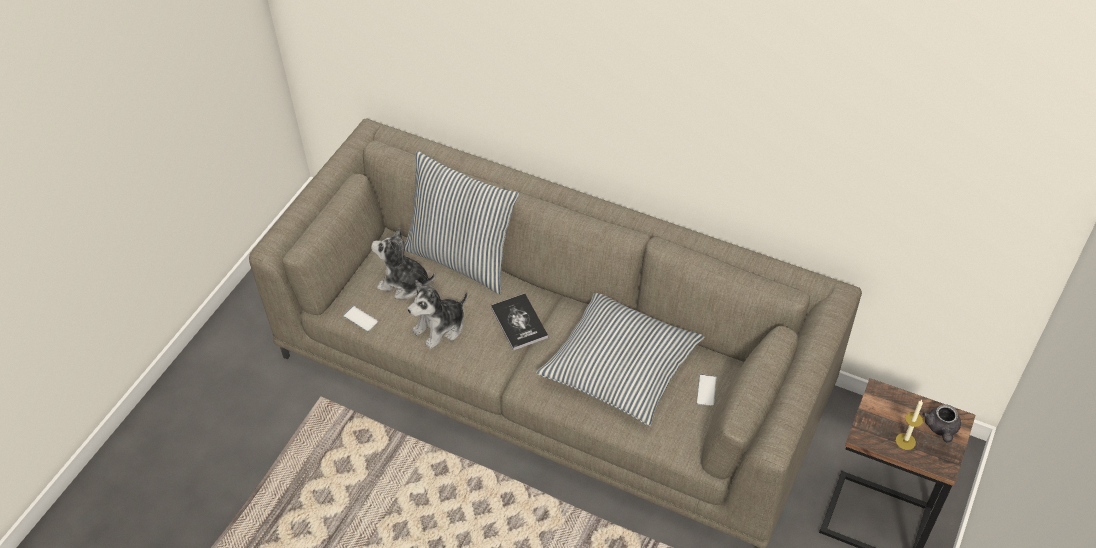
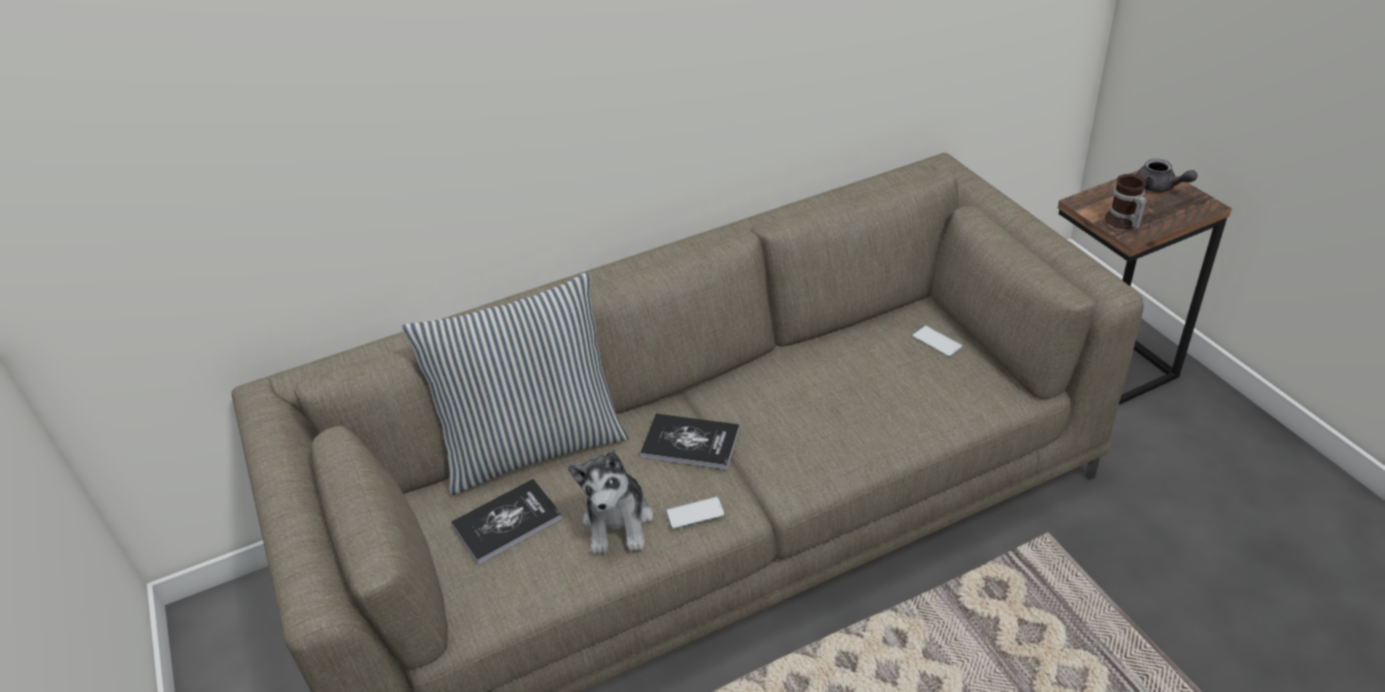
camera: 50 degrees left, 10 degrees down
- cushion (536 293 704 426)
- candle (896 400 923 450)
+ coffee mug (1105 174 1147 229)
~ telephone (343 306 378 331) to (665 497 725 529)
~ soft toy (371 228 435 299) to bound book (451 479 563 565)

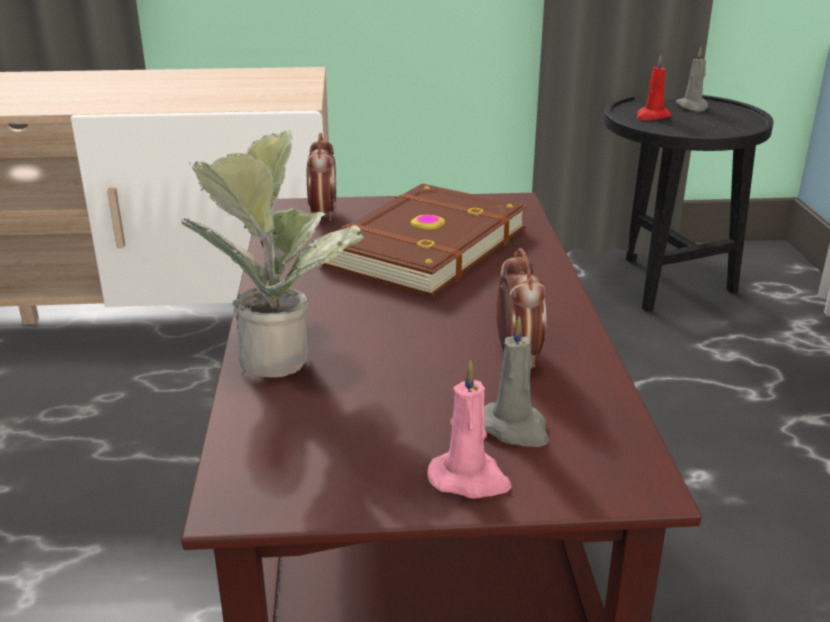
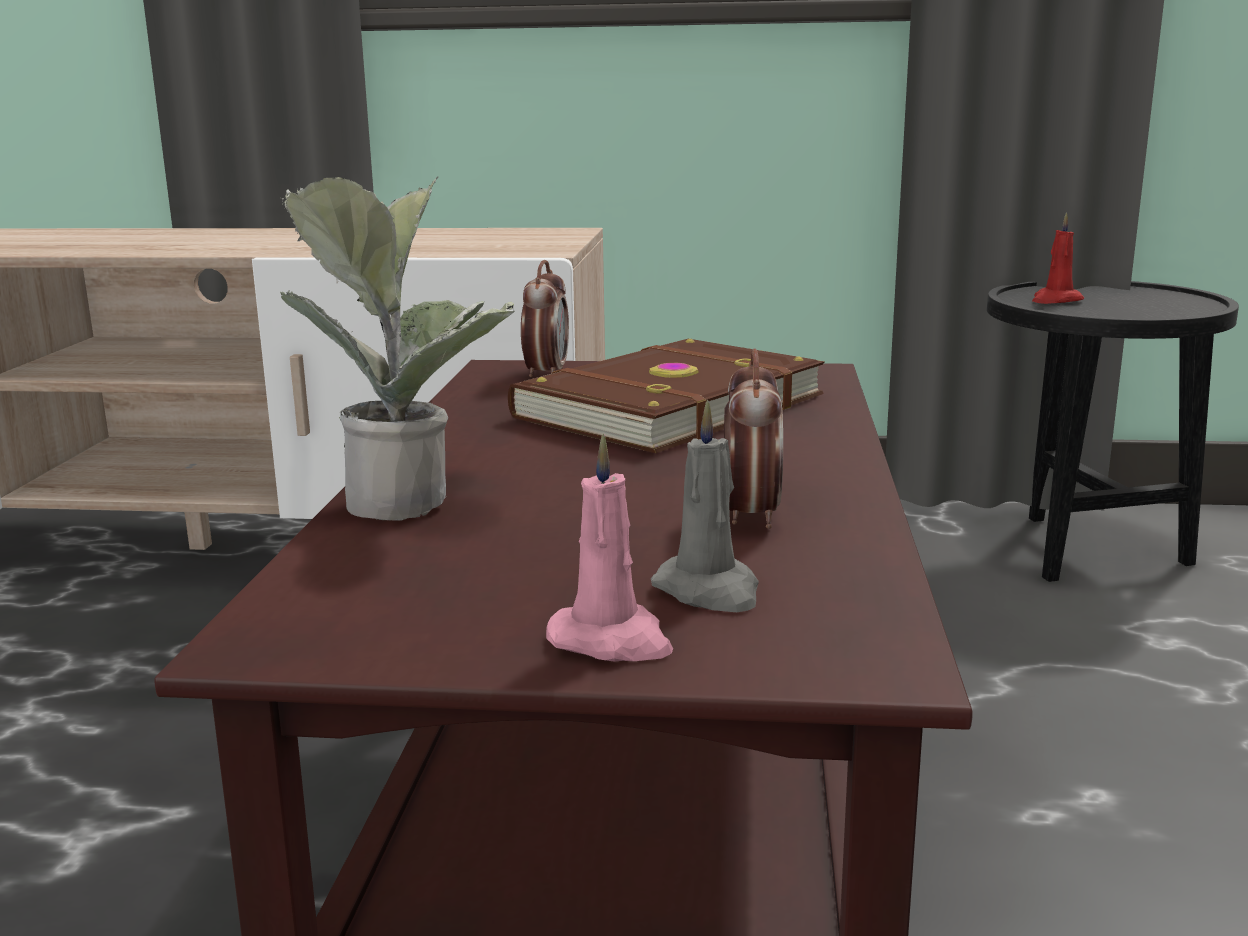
camera: 10 degrees right, 10 degrees down
- candle (greyish) (676 47 708 111)

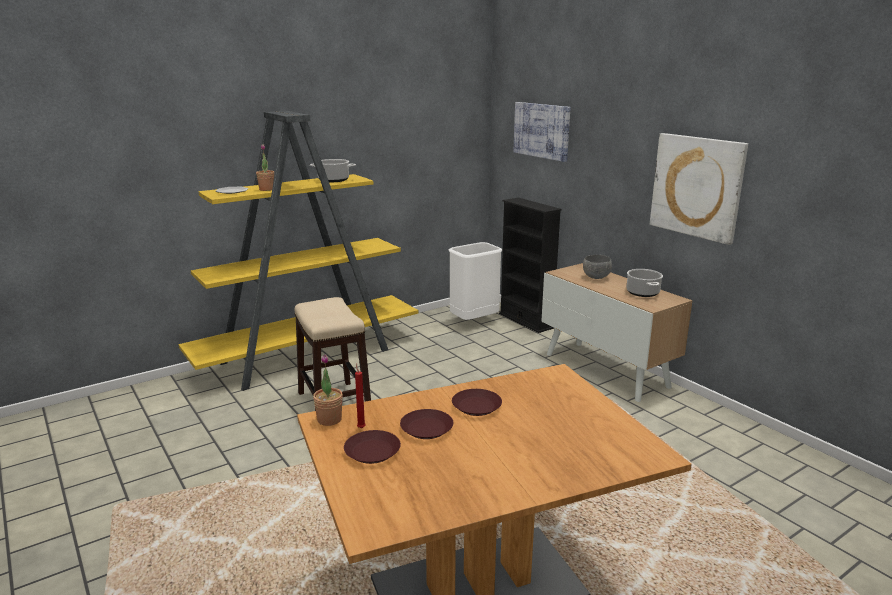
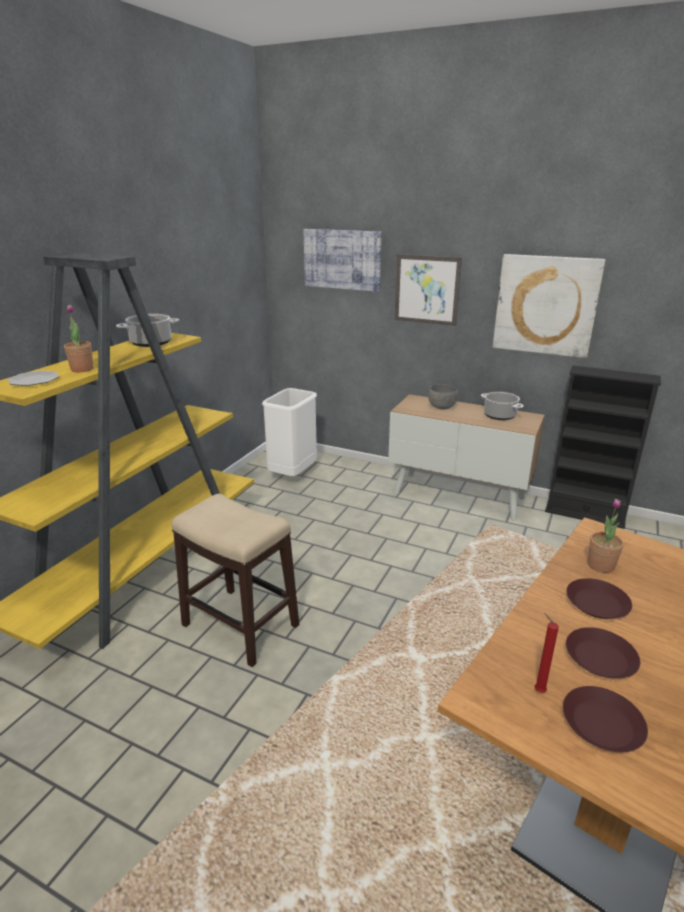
camera: 30 degrees left, 5 degrees up
+ wall picture (395 254 462 326)
~ potted plant (313 354 343 426) to (588 498 624 573)
~ bookcase (black) (499 198 561 333) to (545 366 661 529)

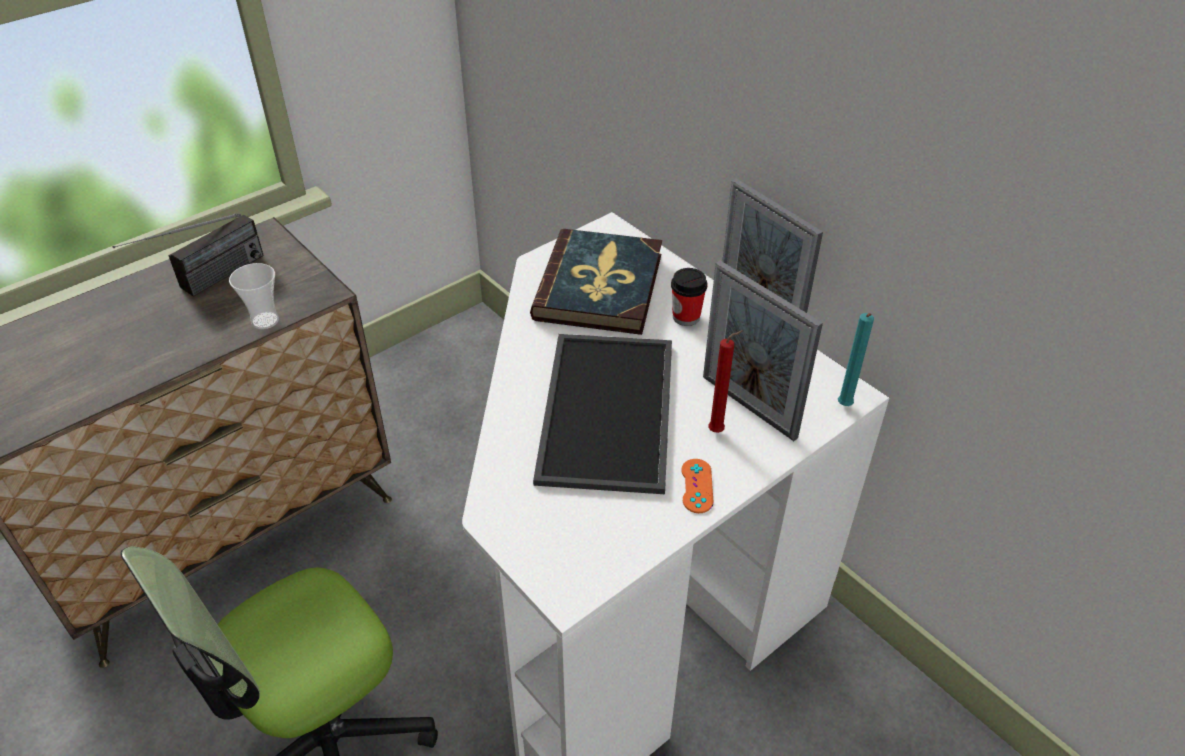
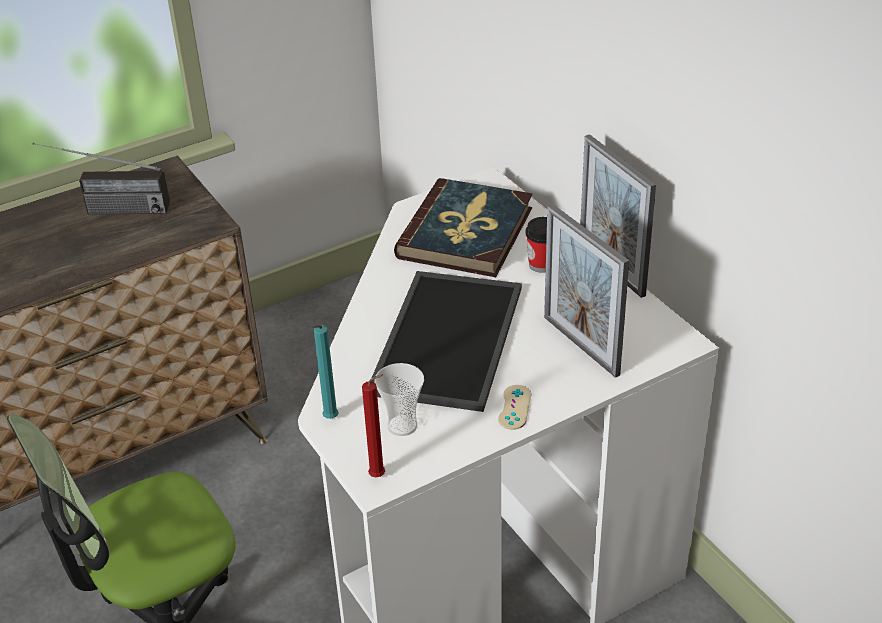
camera: 10 degrees right, 5 degrees down
~ small cup (229 263 279 329) to (374 363 424 436)
~ candle (red) (708 330 743 433) to (362 374 385 477)
~ candle (blue-green) (838 313 874 406) to (312 325 339 419)
~ joypad (orangey) (681 459 713 513) to joypad (sand-coloured) (498 385 531 430)
~ radio (113 213 263 296) = (33 143 170 215) 45 degrees clockwise

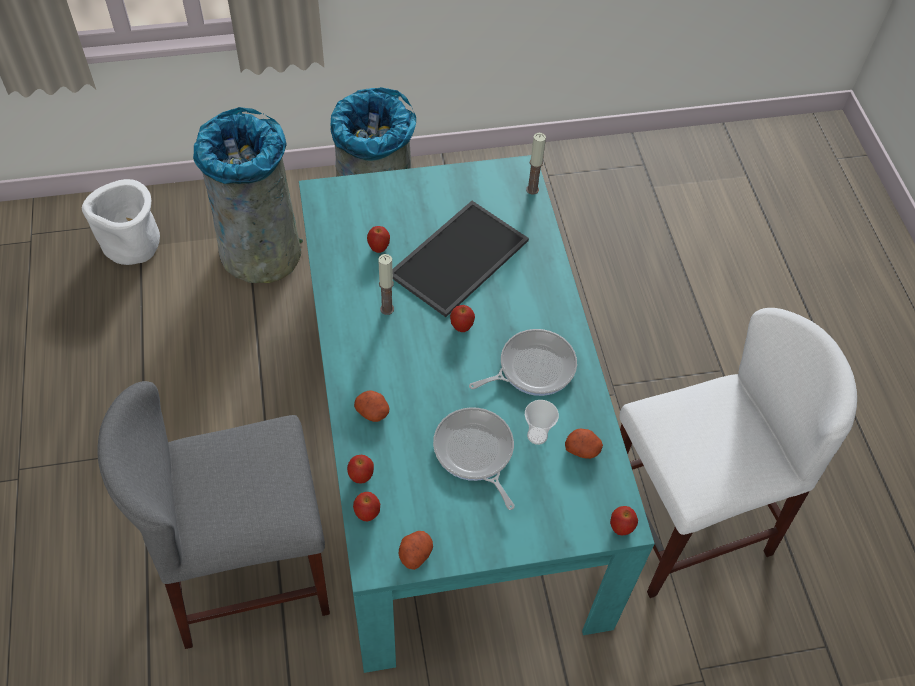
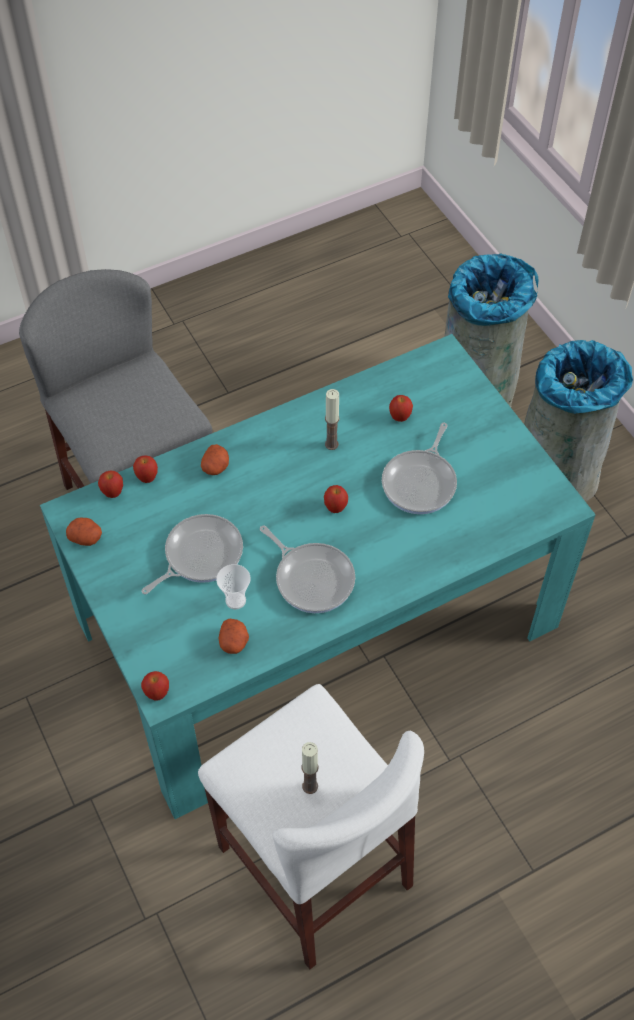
camera: 75 degrees right, 0 degrees up
- planter (white-coloured) (82 179 160 265)
~ candle (526 133 546 195) to (302 742 319 794)
~ serving tray (392 201 529 317) to frying pan (382 423 457 514)

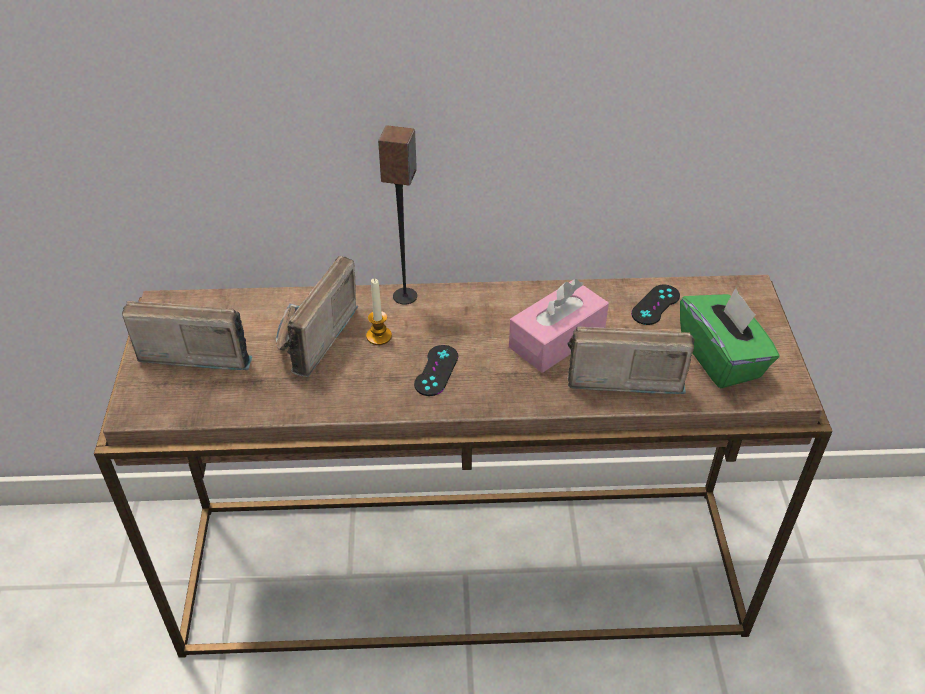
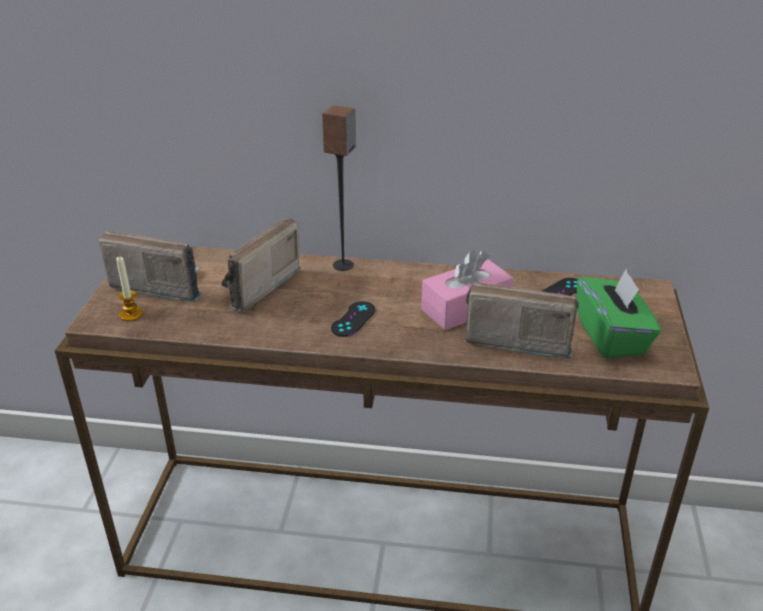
camera: 10 degrees right, 10 degrees down
~ candle (366 278 392 345) to (116 256 143 321)

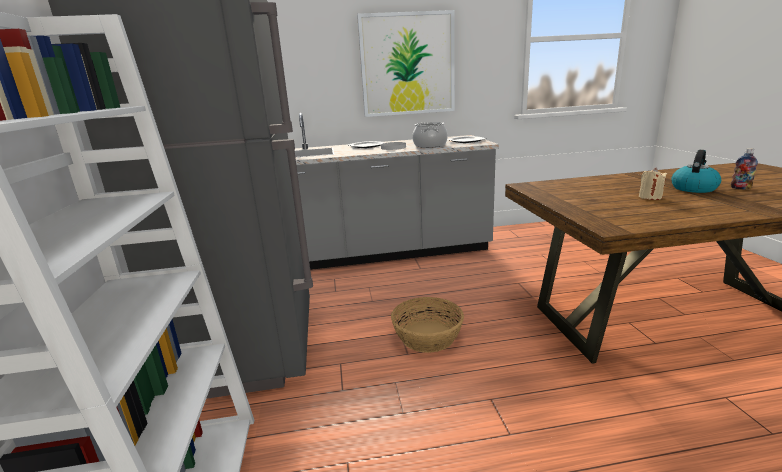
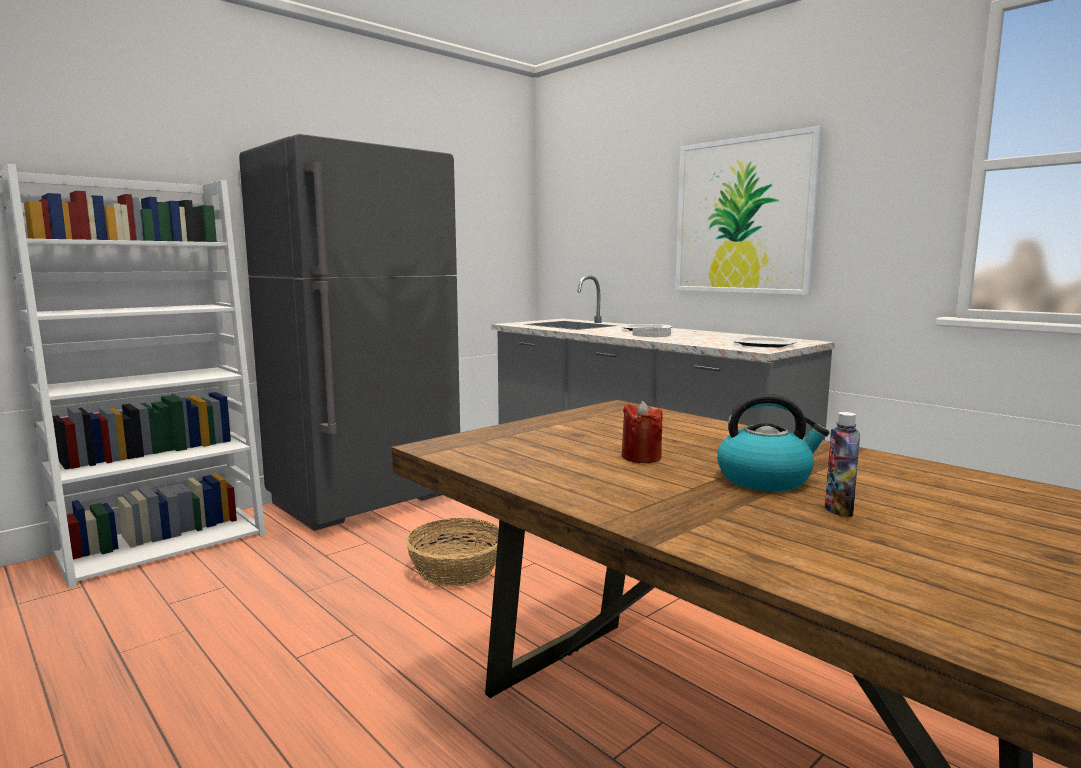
camera: 55 degrees right, 10 degrees down
- stockpot (412 122 448 148)
~ candle (sand-coloured) (639 168 667 200) to candle (red) (622 401 663 463)

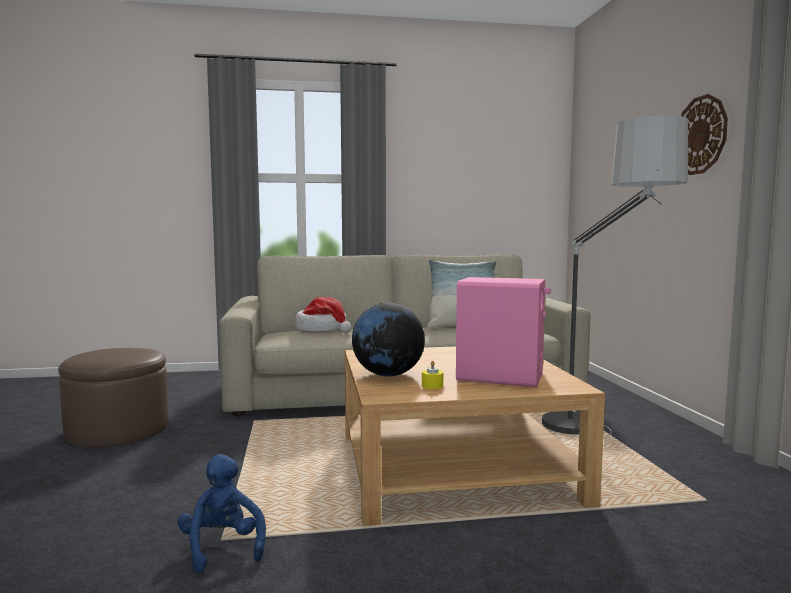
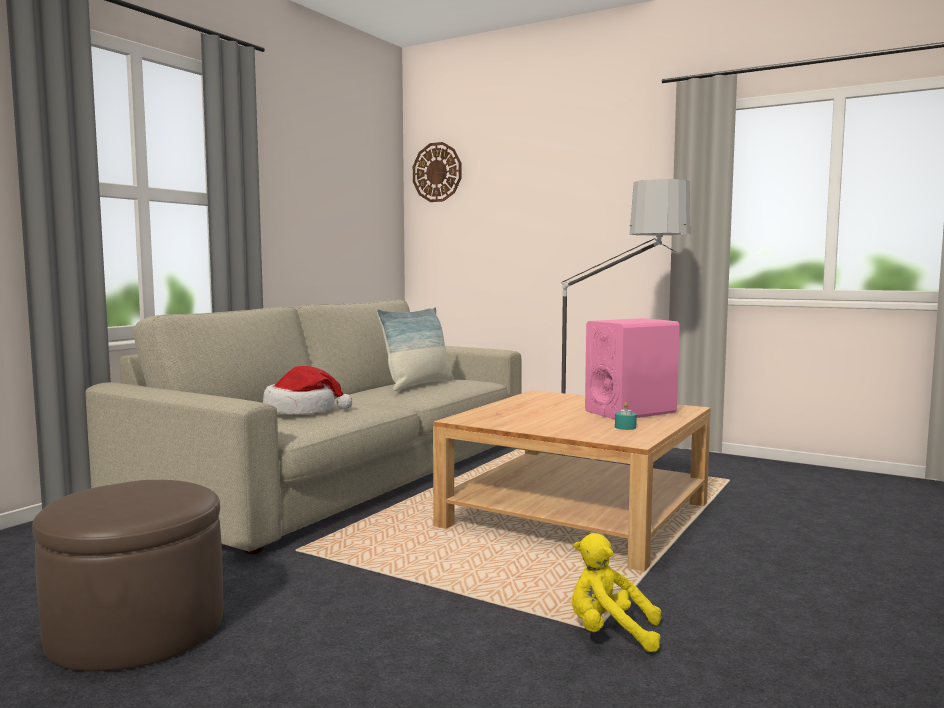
camera: 50 degrees left, 0 degrees up
- desk globe (352 303 425 376)
~ clock on the wall (681 94 728 175) to (413 142 461 202)
~ soft toy (blue-coloured) (178 454 266 573) to soft toy (yellow-coloured) (572 533 662 652)
~ candle (yellow-coloured) (422 361 443 389) to candle (blue-green) (615 403 637 430)

